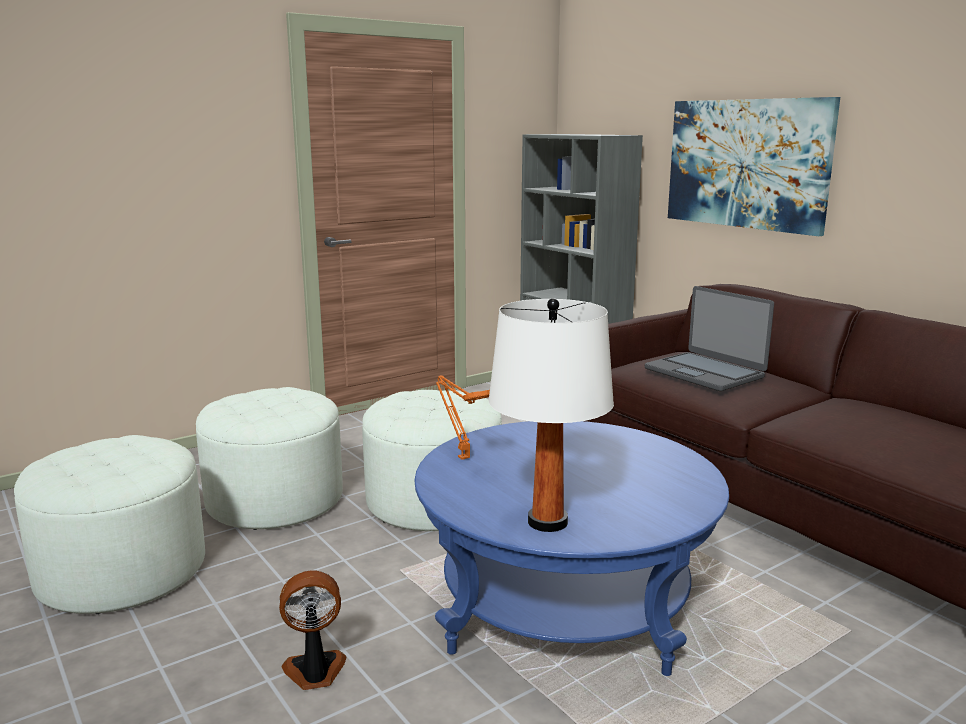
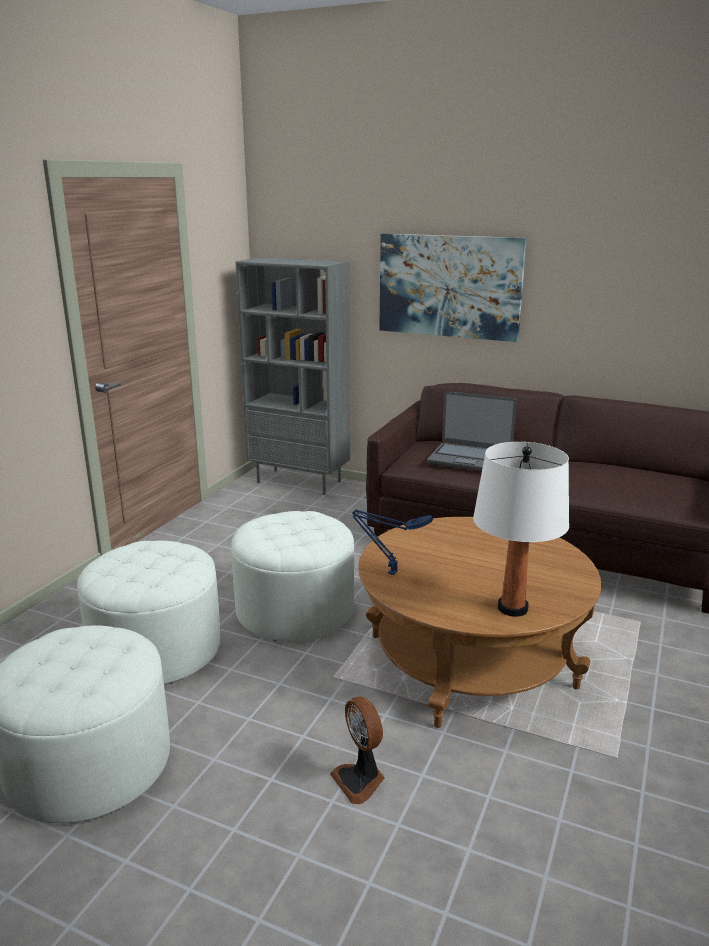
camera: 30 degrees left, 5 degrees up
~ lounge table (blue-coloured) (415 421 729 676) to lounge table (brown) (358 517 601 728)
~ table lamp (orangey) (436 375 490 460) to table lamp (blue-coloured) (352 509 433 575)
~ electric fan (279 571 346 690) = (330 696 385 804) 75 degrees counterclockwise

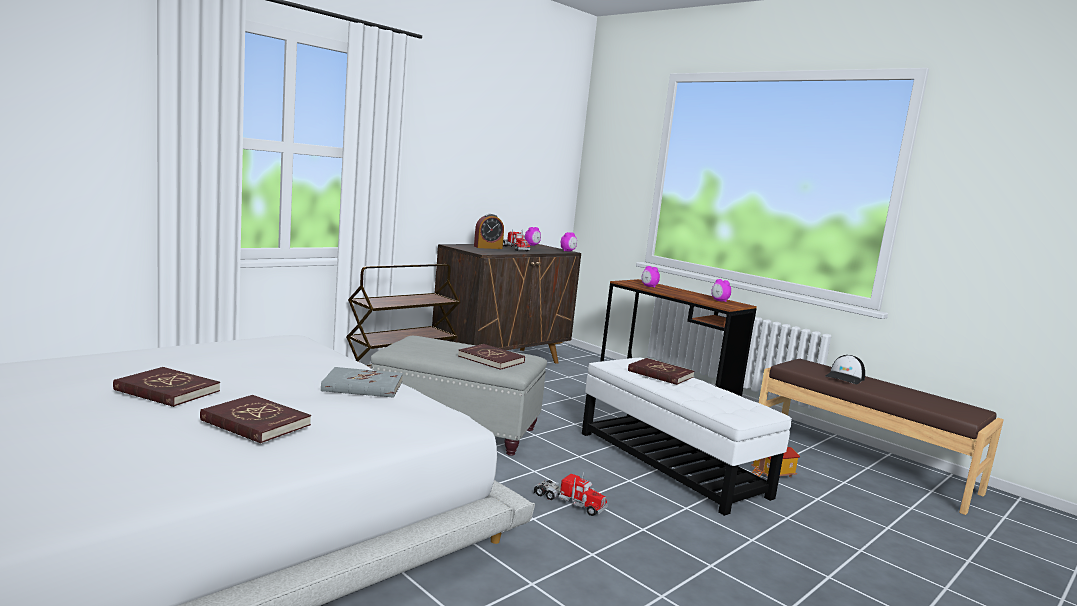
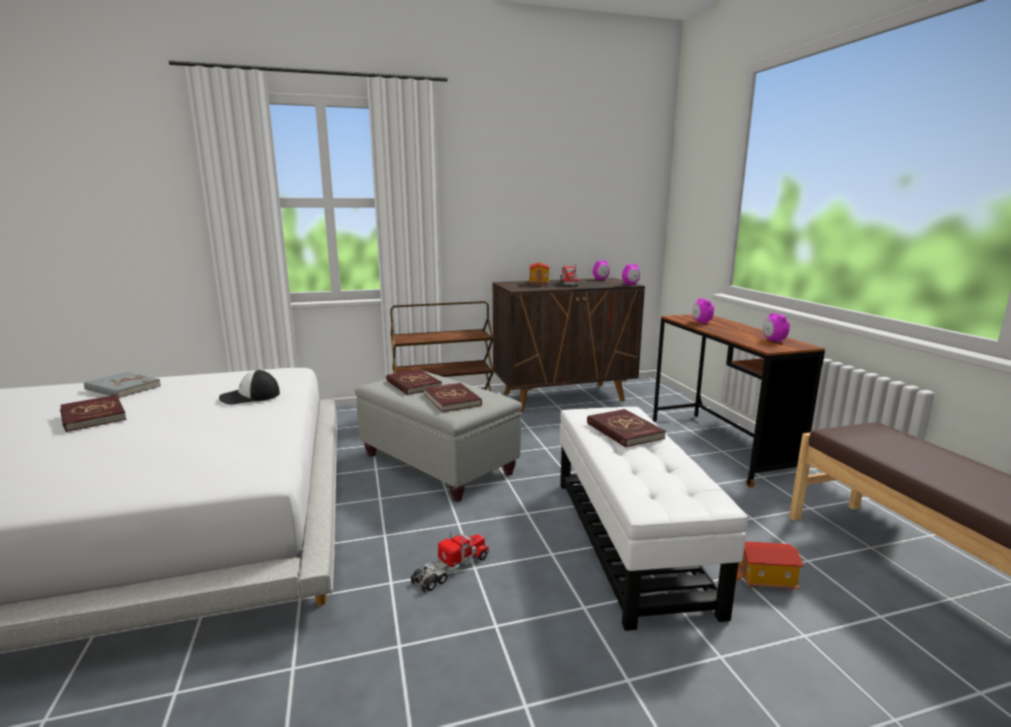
camera: 30 degrees right, 5 degrees up
~ bound book (red) (200 395 311 443) to (386 369 442 395)
~ bound book (greyish) (321 367 403 398) to (84 372 161 398)
~ cap (826 355 865 384) to (219 370 280 404)
~ table clock (474 214 504 249) to model house (528 262 550 286)
~ toy truck (534 472 608 516) = (410 531 489 593) 105 degrees counterclockwise

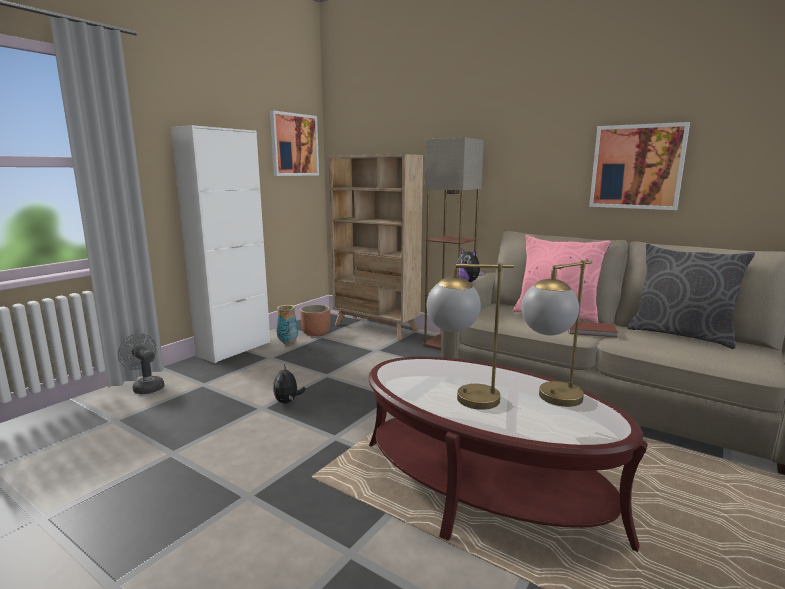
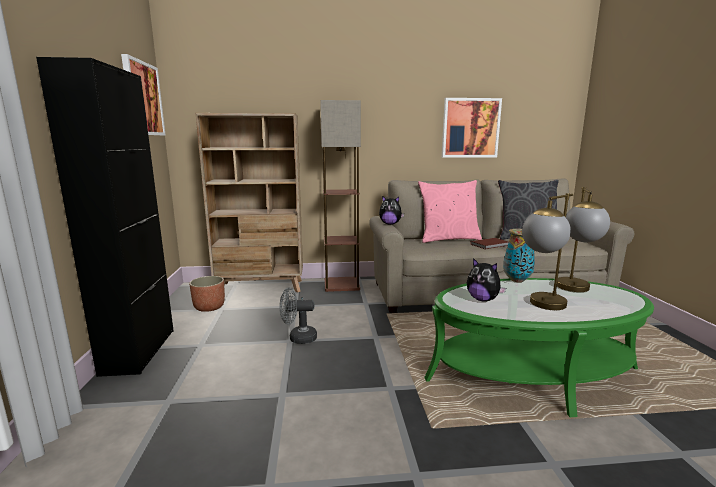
camera: 40 degrees left, 0 degrees up
~ electric fan (greyish) (118 333 164 394) to (280 288 317 344)
~ soft toy (273 365 306 404) to (467 258 506 302)
~ vase (276 305 298 344) to (503 229 535 282)
~ cabinet (white-coloured) (171 125 270 363) to cabinet (black) (36 57 174 377)
~ lounge table (brown) (369 357 648 552) to lounge table (green-coloured) (424 278 654 417)

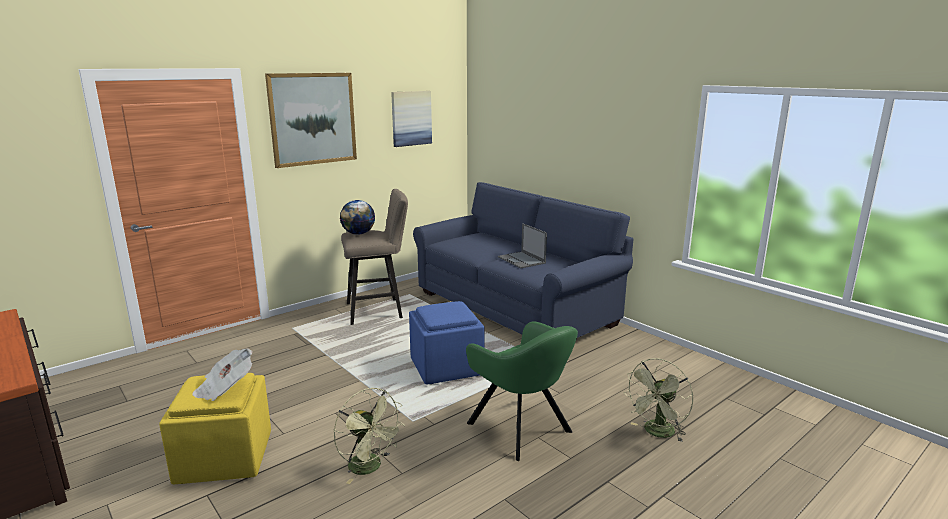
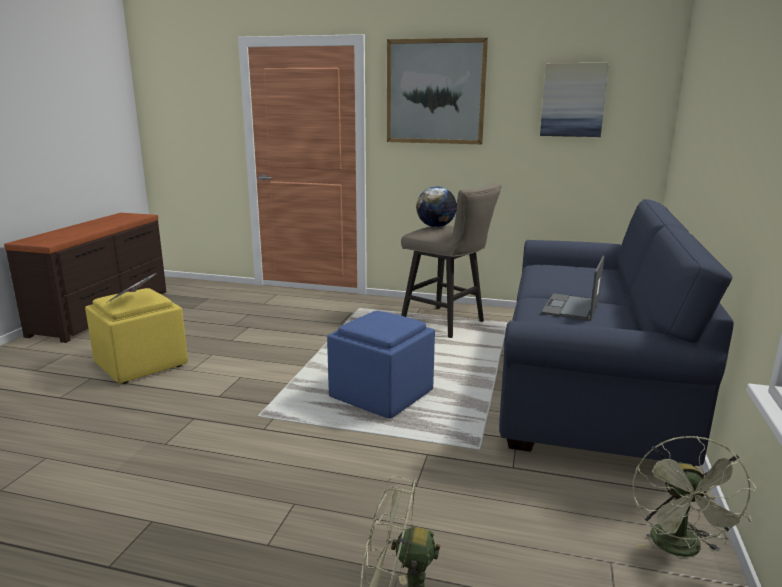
camera: 55 degrees right, 0 degrees up
- lounge chair (green-coloured) (466 321 578 461)
~ electric fan (green-coloured) (334 388 405 484) to (633 436 757 557)

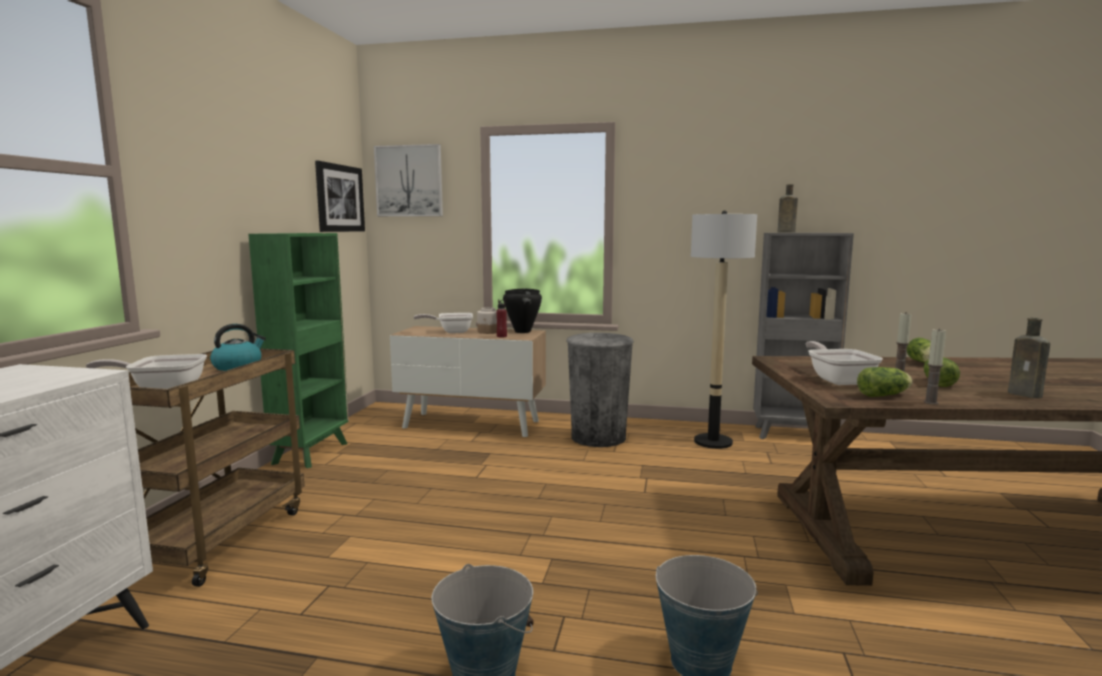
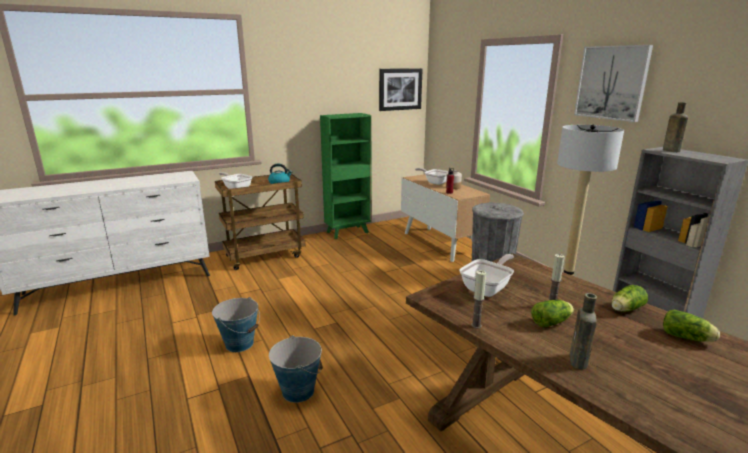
camera: 50 degrees right, 10 degrees up
- stockpot (black) (503 288 542 333)
~ wall picture (374 144 443 216) to (574 45 653 122)
~ head of lettuce (857 367 913 397) to (663 309 720 342)

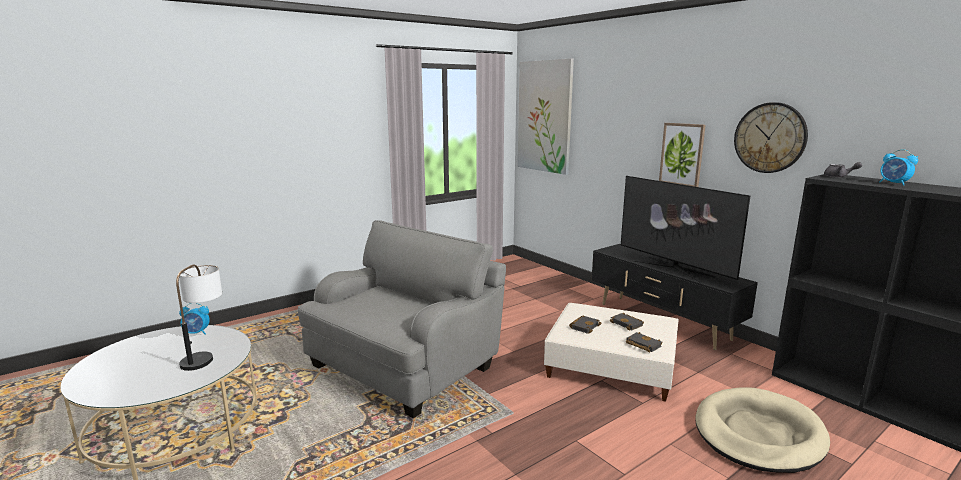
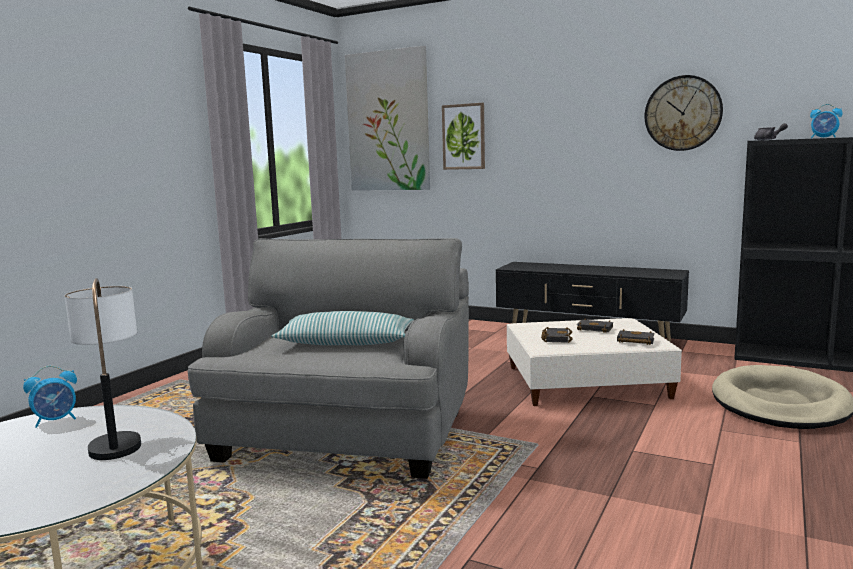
camera: 25 degrees left, 5 degrees down
- television (621 176 750 283)
+ cushion (271 311 414 345)
~ wall picture (659 123 706 187) to (442 103 485 170)

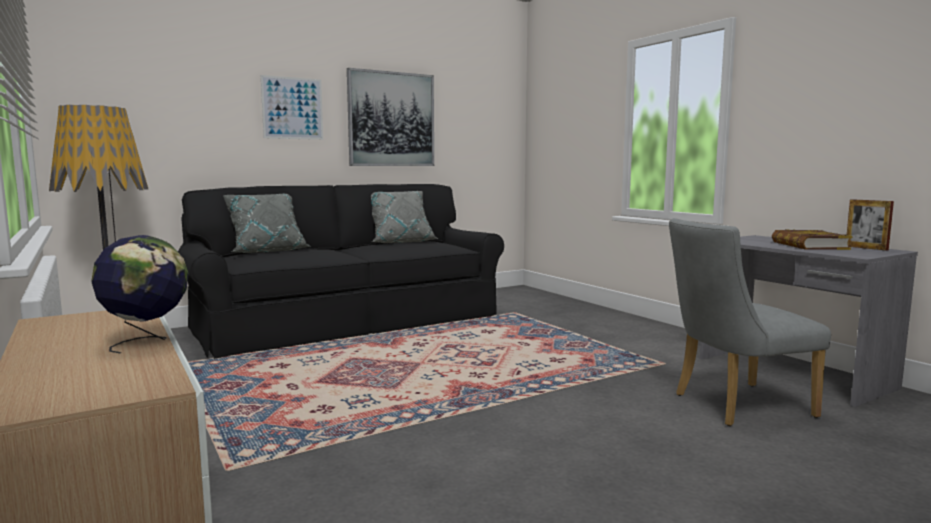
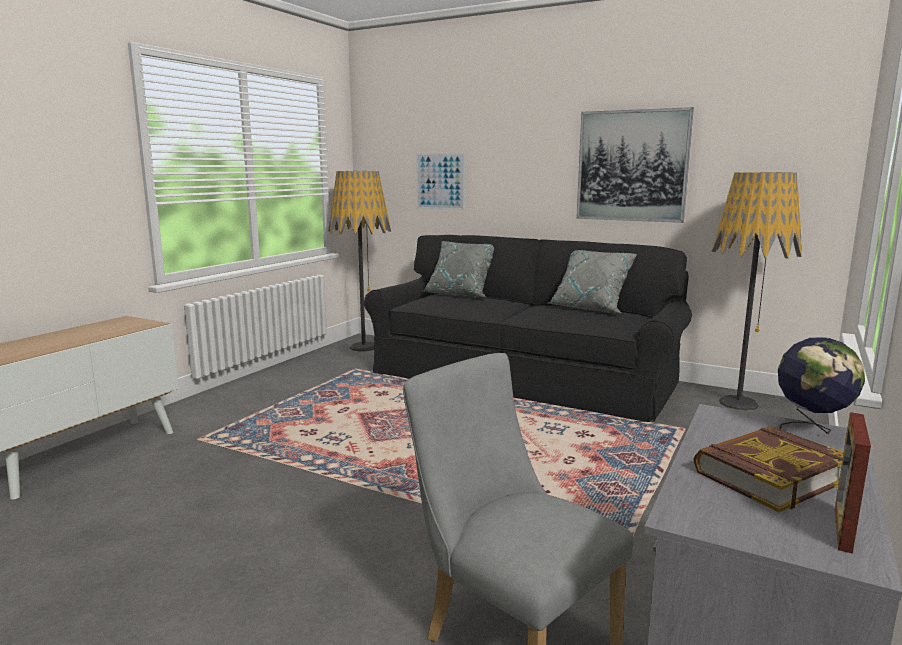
camera: 60 degrees right, 5 degrees up
+ standing lamp (712 172 802 411)
~ desk globe (91 235 189 353) to (778 337 865 434)
~ wall picture (261 75 323 140) to (416 153 465 210)

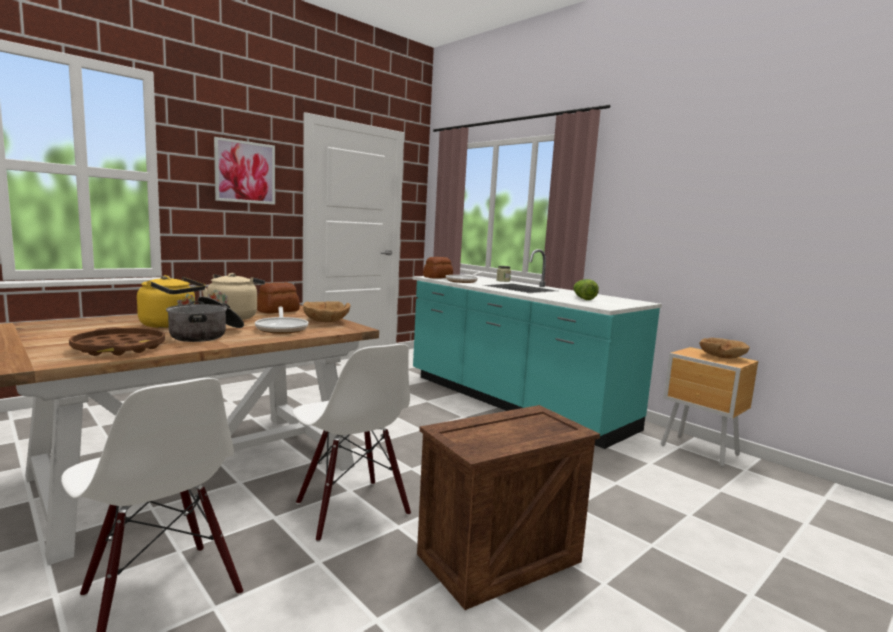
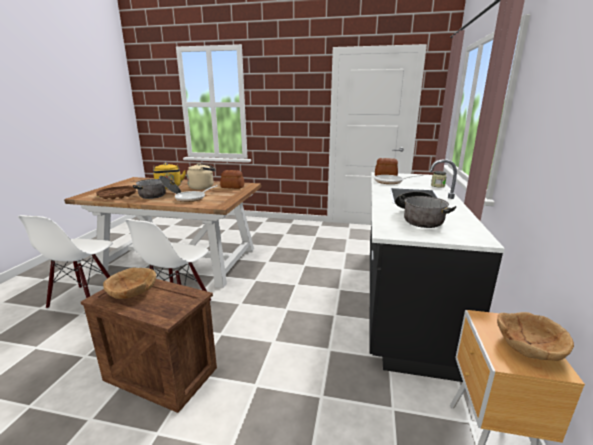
camera: 55 degrees right, 10 degrees up
- wall picture (214 137 275 205)
~ deep dish (brown) (303 301 351 322) to (103 267 156 299)
~ head of lettuce (573 279 599 300) to stockpot (395 191 456 228)
~ counter (blue-green) (412 249 662 449) to counter (black) (369 159 505 382)

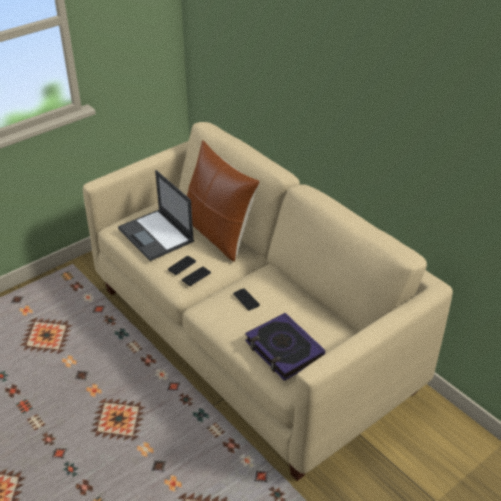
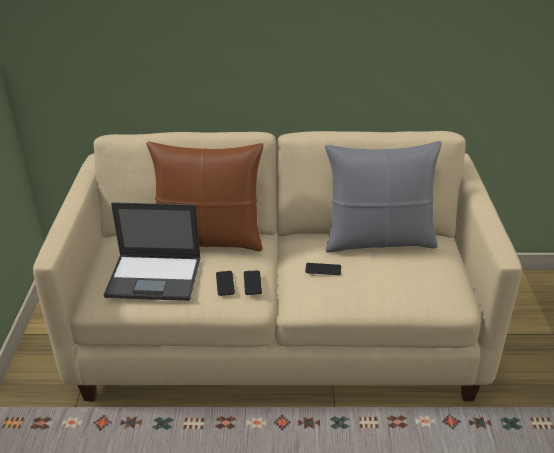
camera: 50 degrees left, 5 degrees down
- bound book (245 313 325 381)
+ cushion (greyish) (325 141 442 253)

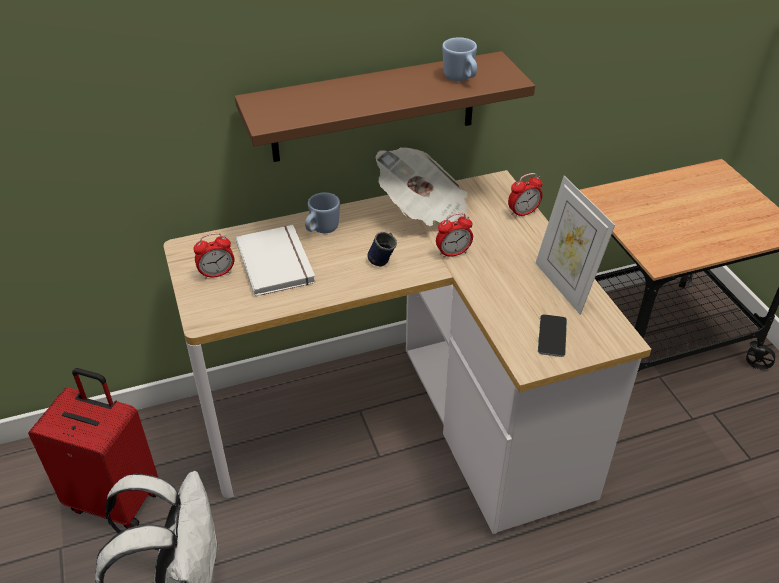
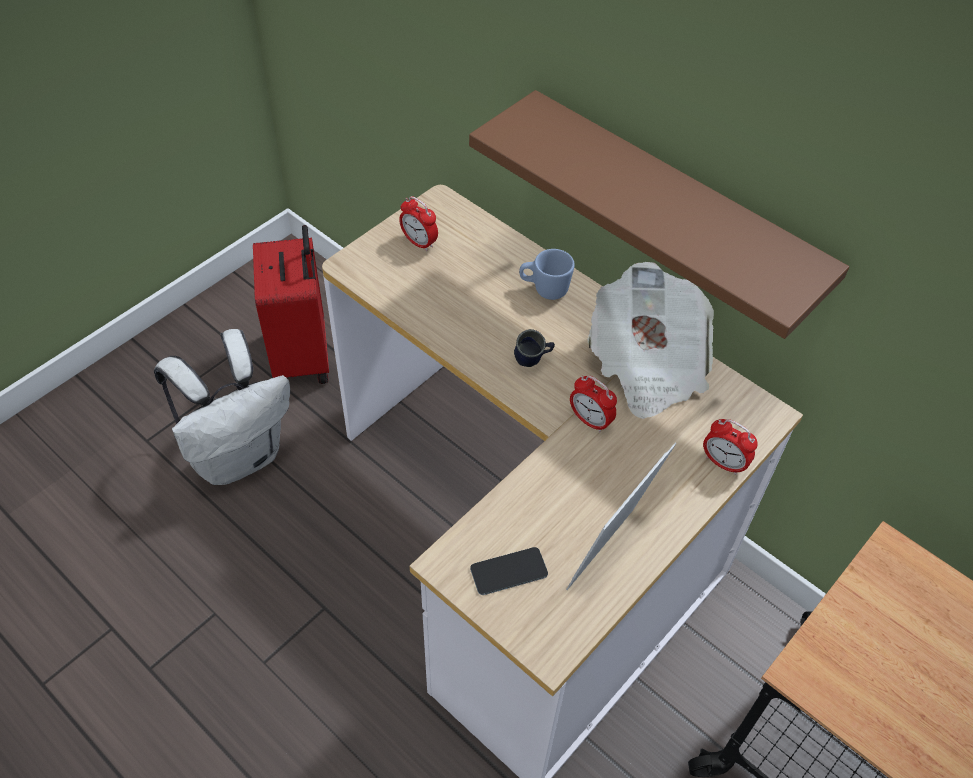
camera: 60 degrees right, 10 degrees up
- bound book (white-coloured) (236 225 316 296)
- coffee mug (blue-coloured) (442 37 477 81)

